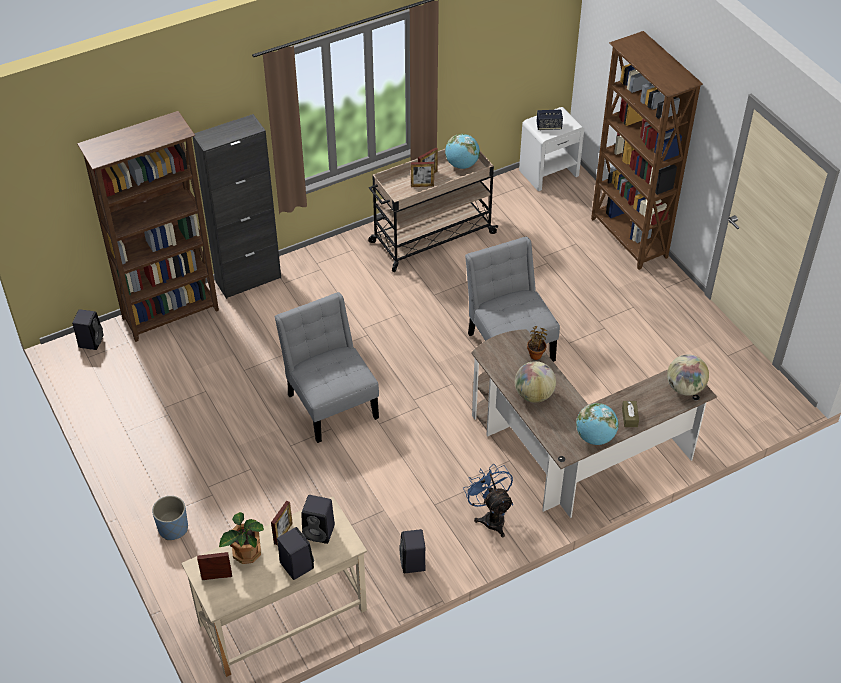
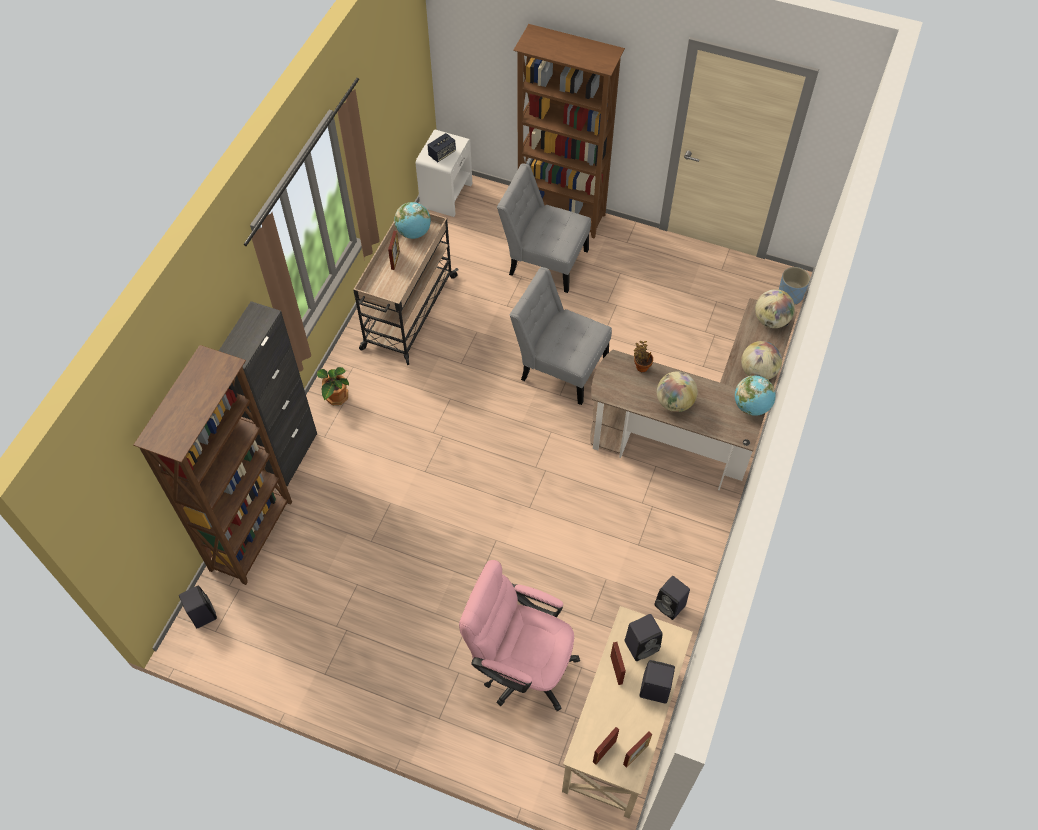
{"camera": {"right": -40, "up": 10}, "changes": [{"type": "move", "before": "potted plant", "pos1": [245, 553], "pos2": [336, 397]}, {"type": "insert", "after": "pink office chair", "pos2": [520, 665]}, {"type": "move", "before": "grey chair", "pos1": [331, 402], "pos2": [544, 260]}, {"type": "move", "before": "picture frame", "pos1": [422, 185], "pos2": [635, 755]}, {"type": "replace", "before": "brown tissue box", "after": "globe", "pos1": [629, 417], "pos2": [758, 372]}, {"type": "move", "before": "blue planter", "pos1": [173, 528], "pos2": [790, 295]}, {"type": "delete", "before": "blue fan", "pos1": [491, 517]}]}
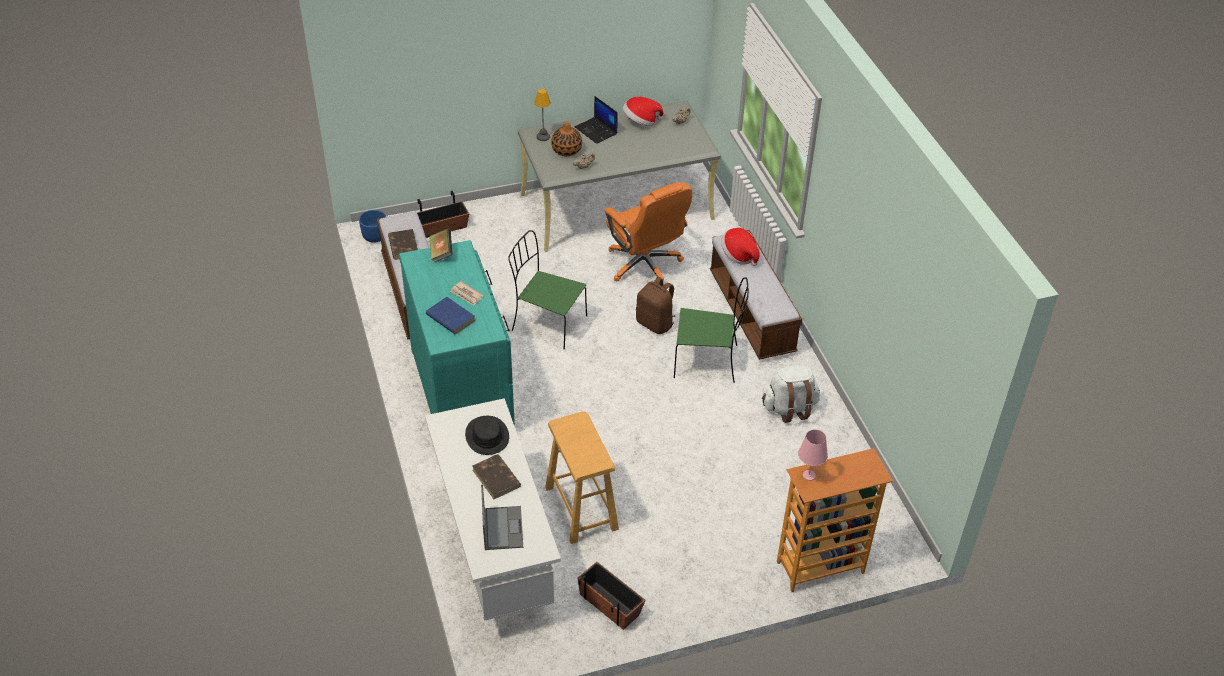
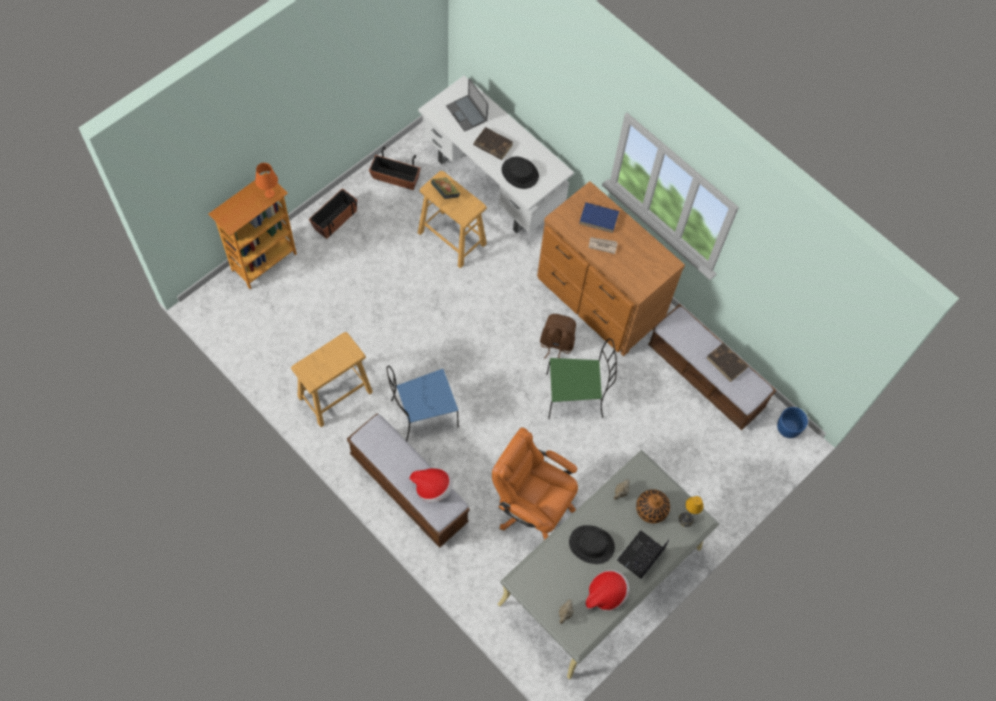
{"camera": {"right": 150, "up": 20}, "changes": [{"type": "recolor", "before": "pink table lamp", "after": "orange table lamp", "pos1": [809, 475], "pos2": [269, 193]}, {"type": "replace", "before": "white backpack", "after": "beige stool", "pos1": [789, 408], "pos2": [335, 394]}, {"type": "move", "before": "planter", "pos1": [442, 228], "pos2": [335, 219]}, {"type": "recolor", "before": "green chair", "after": "blue chair", "pos1": [708, 361], "pos2": [422, 414]}, {"type": "move", "before": "book", "pos1": [441, 253], "pos2": [445, 193]}, {"type": "recolor", "before": "turquoise dresser", "after": "brown dresser", "pos1": [463, 390], "pos2": [598, 299]}, {"type": "move", "before": "brown backpack", "pos1": [655, 323], "pos2": [556, 344]}, {"type": "insert", "after": "black hat", "pos2": [591, 545]}, {"type": "rotate", "before": "laptop", "pos1": [596, 131], "pos2": [640, 555], "turn": -75}]}
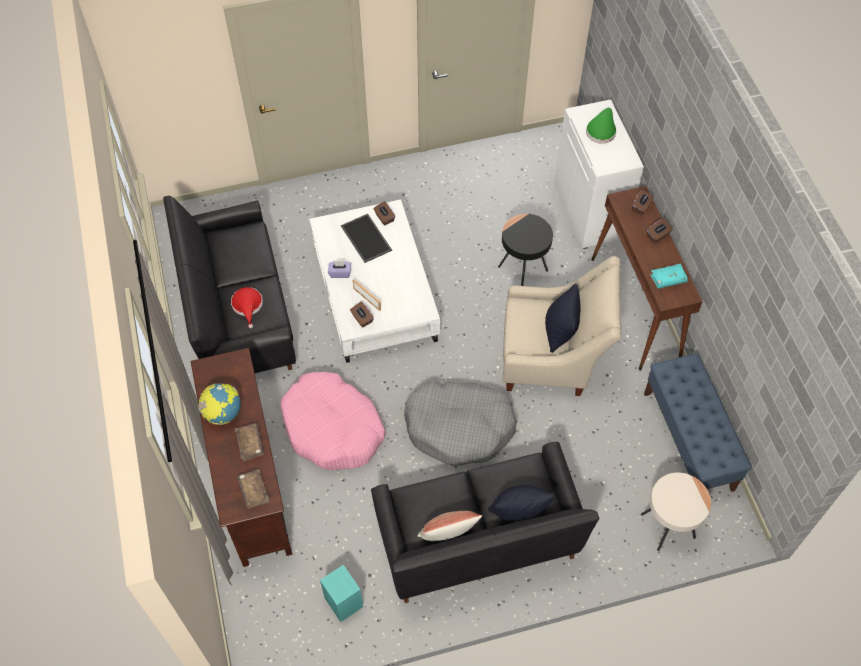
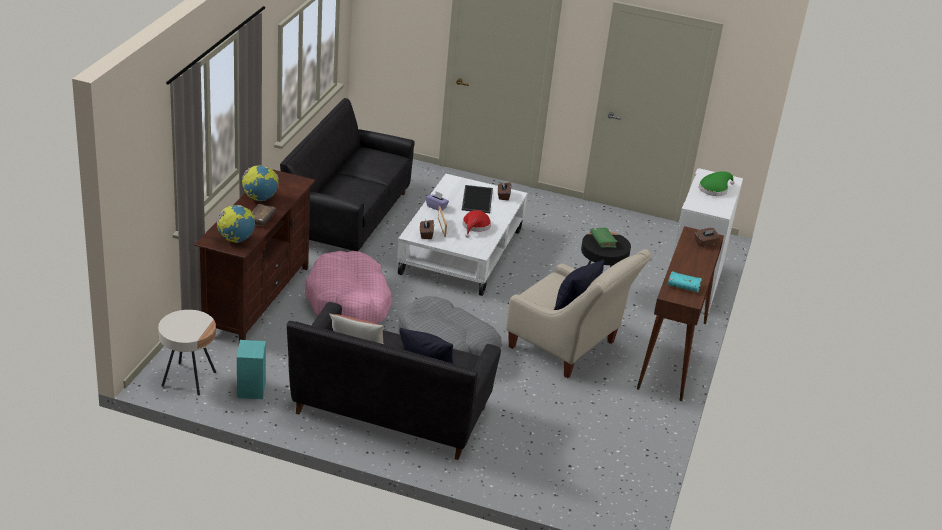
{"camera": {"right": 30, "up": -25}, "changes": [{"type": "move", "before": "beige side table", "pos1": [668, 526], "pos2": [189, 379]}, {"type": "replace", "before": "brown book", "after": "globe", "pos1": [253, 491], "pos2": [236, 240]}, {"type": "move", "before": "red hat", "pos1": [248, 306], "pos2": [475, 226]}, {"type": "insert", "after": "green book", "pos2": [603, 241]}, {"type": "delete", "before": "blue bench", "pos1": [688, 441]}, {"type": "delete", "before": "brown tissue box", "pos1": [657, 236]}]}
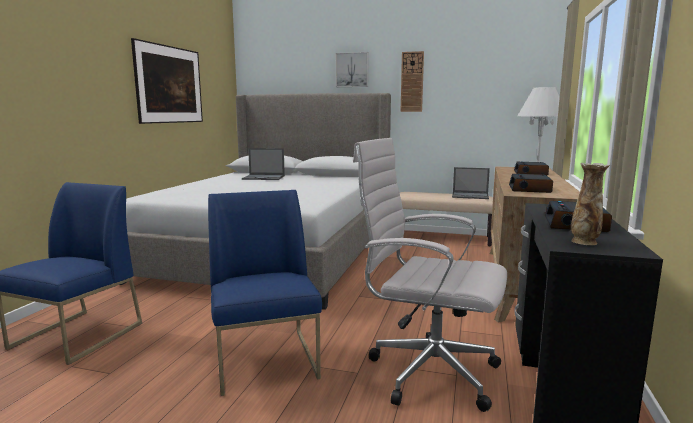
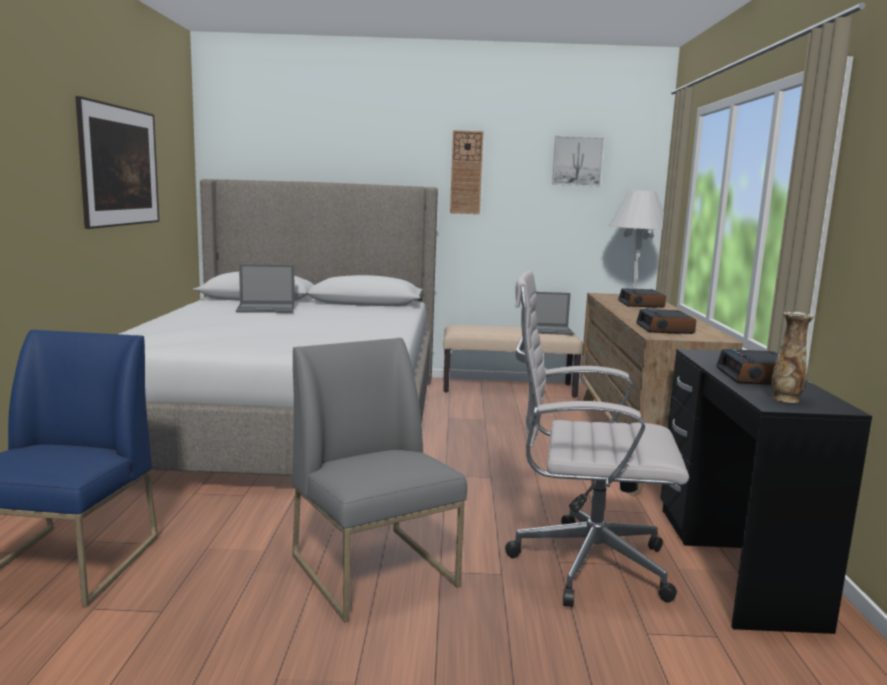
{"camera": {"right": -15, "up": 0}, "changes": [{"type": "recolor", "before": "blue chair", "after": "grey chair", "pos1": [266, 360], "pos2": [375, 571]}, {"type": "move", "before": "picture", "pos1": [352, 70], "pos2": [577, 161]}]}
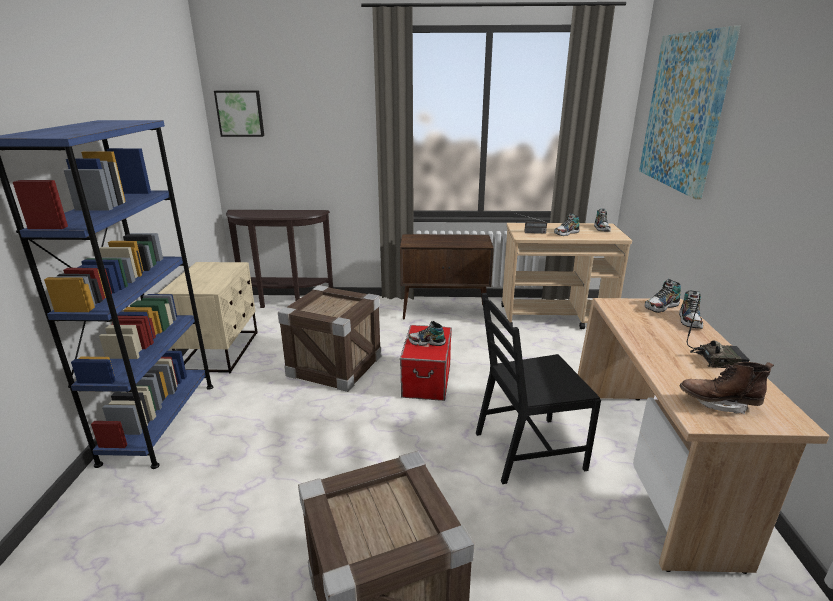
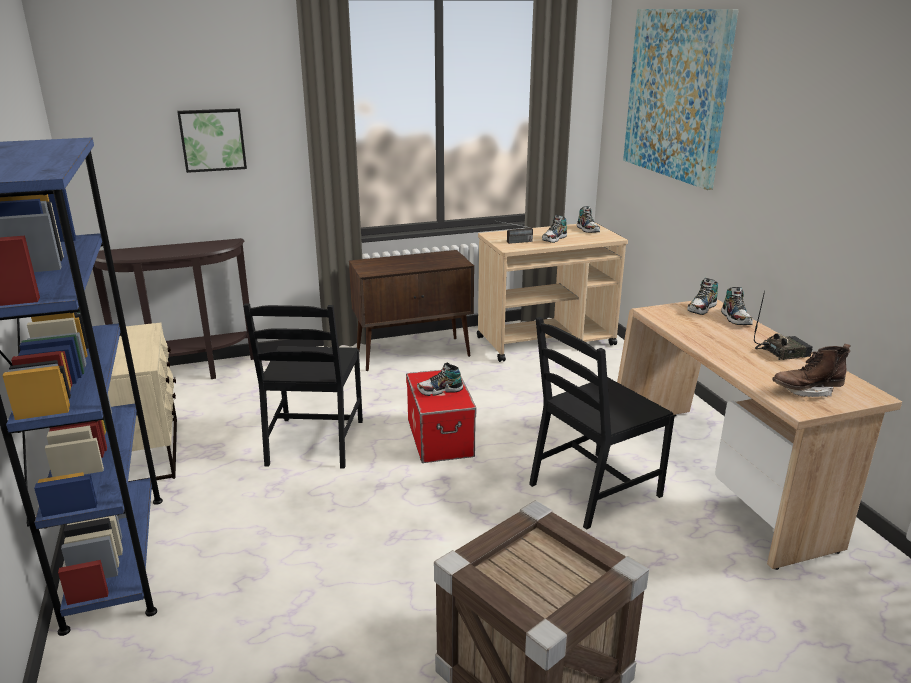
{"camera": {"right": -20, "up": 0}, "changes": [{"type": "move", "before": "picture", "pos1": [240, 113], "pos2": [212, 140]}, {"type": "replace", "before": "crate", "after": "black chair", "pos1": [335, 366], "pos2": [315, 443]}]}
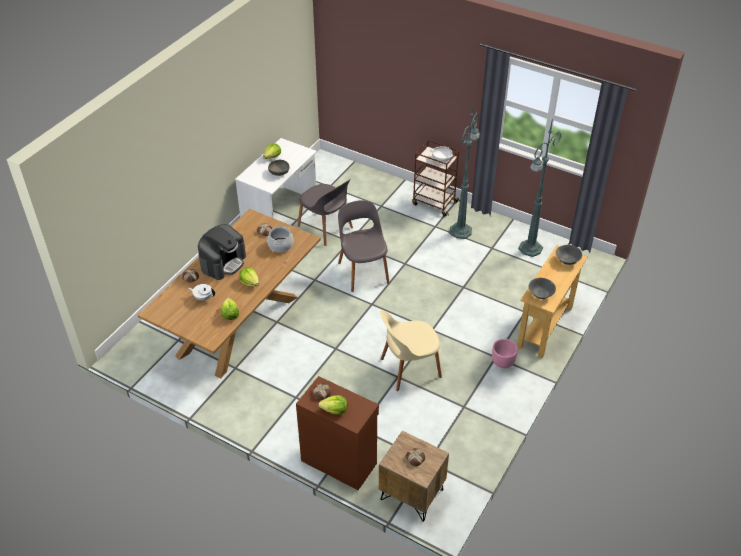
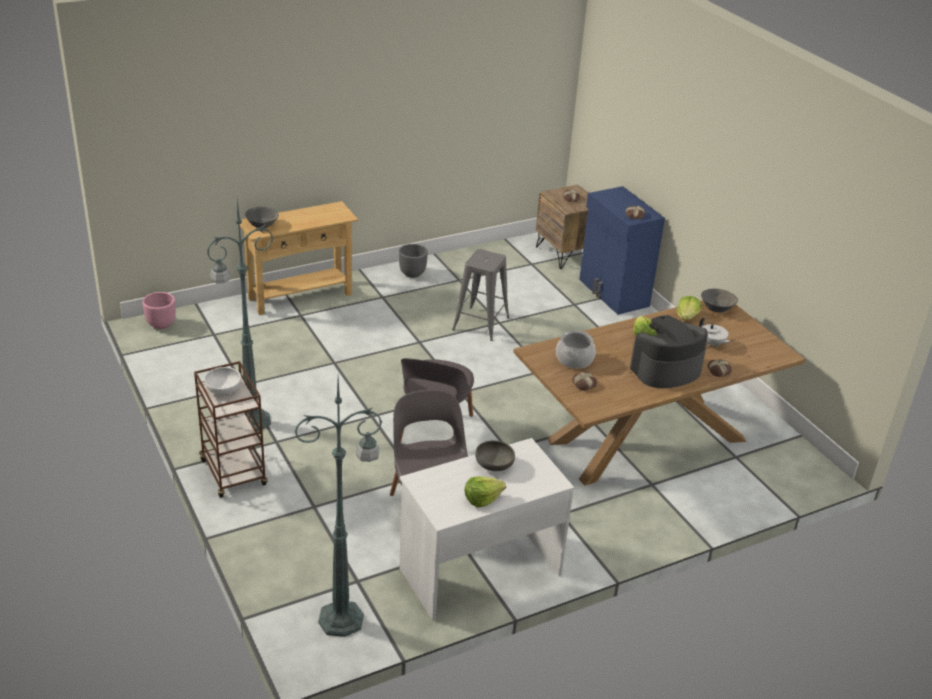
{"camera": {"right": -150, "up": -10}, "changes": [{"type": "move", "before": "pink planter", "pos1": [503, 363], "pos2": [161, 324]}, {"type": "move", "before": "green floor lamp", "pos1": [529, 249], "pos2": [343, 619]}, {"type": "insert", "after": "grey planter", "pos2": [412, 273]}, {"type": "replace", "before": "beige chair", "after": "grey stool", "pos1": [408, 368], "pos2": [481, 323]}, {"type": "recolor", "before": "brown cabinet", "after": "blue cabinet", "pos1": [339, 461], "pos2": [613, 293]}, {"type": "move", "before": "grey bowl", "pos1": [540, 294], "pos2": [717, 308]}, {"type": "delete", "before": "lettuce", "pos1": [334, 410]}]}
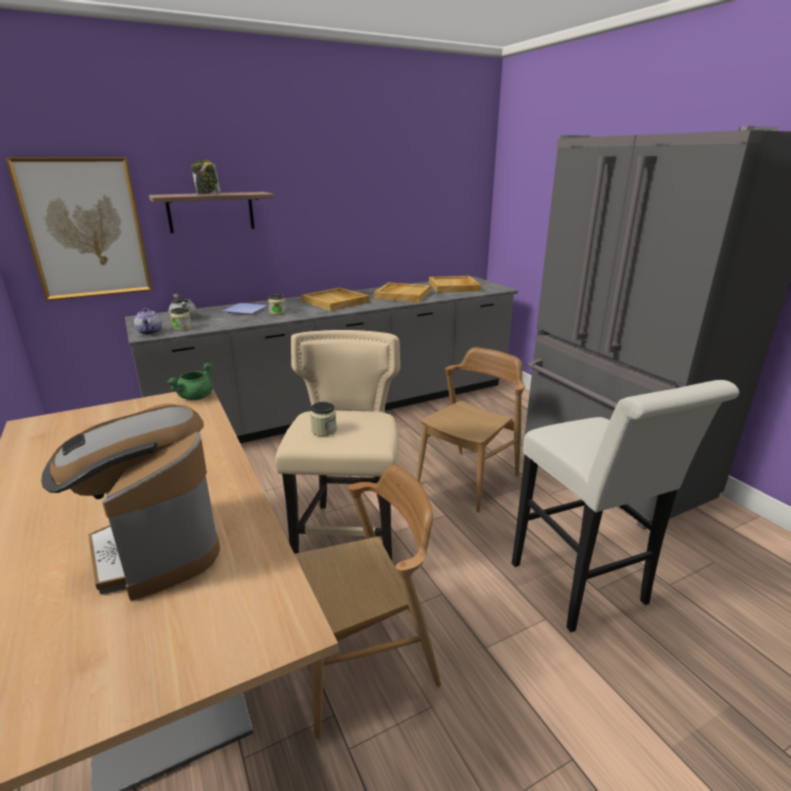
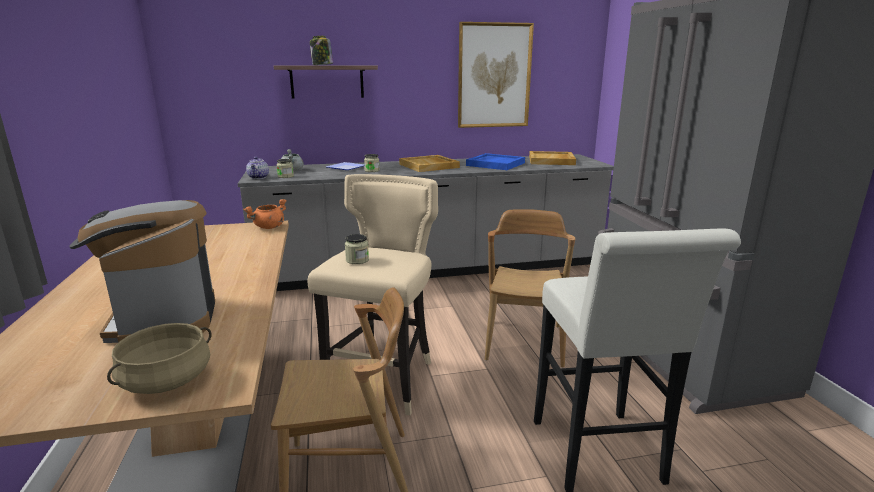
{"camera": {"right": 15, "up": -5}, "changes": [{"type": "insert", "after": "beige cooking pot", "pos2": [167, 381]}, {"type": "recolor", "before": "green cooking pot", "after": "orange cooking pot", "pos1": [195, 397], "pos2": [269, 227]}, {"type": "move", "before": "picture", "pos1": [85, 229], "pos2": [494, 76]}, {"type": "recolor", "before": "beige tray", "after": "blue tray", "pos1": [402, 295], "pos2": [495, 164]}, {"type": "rotate", "before": "brown chair", "pos1": [468, 479], "pos2": [524, 342], "turn": -45}]}
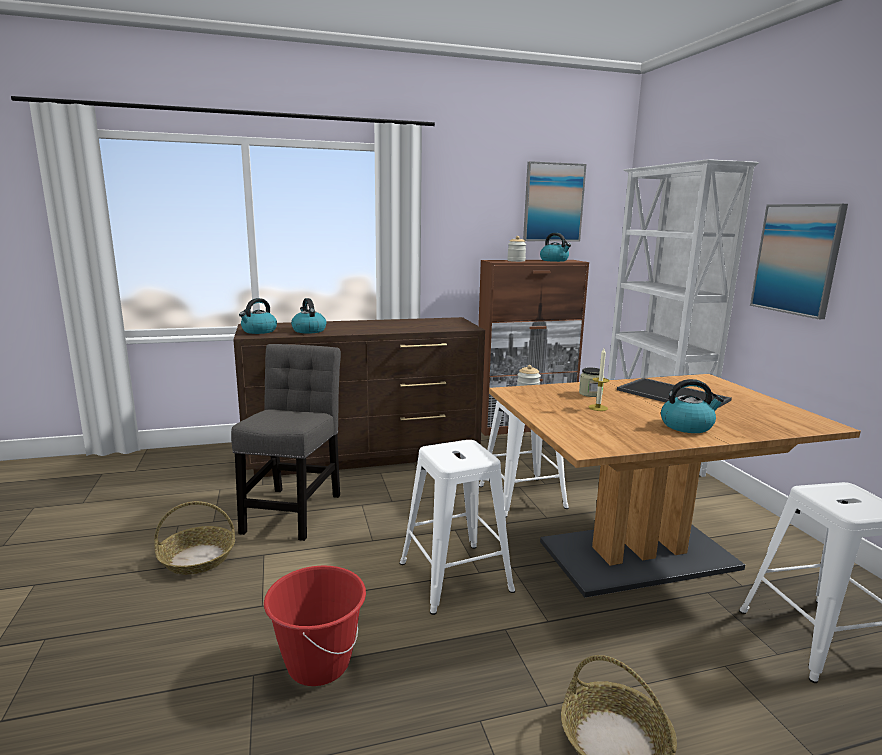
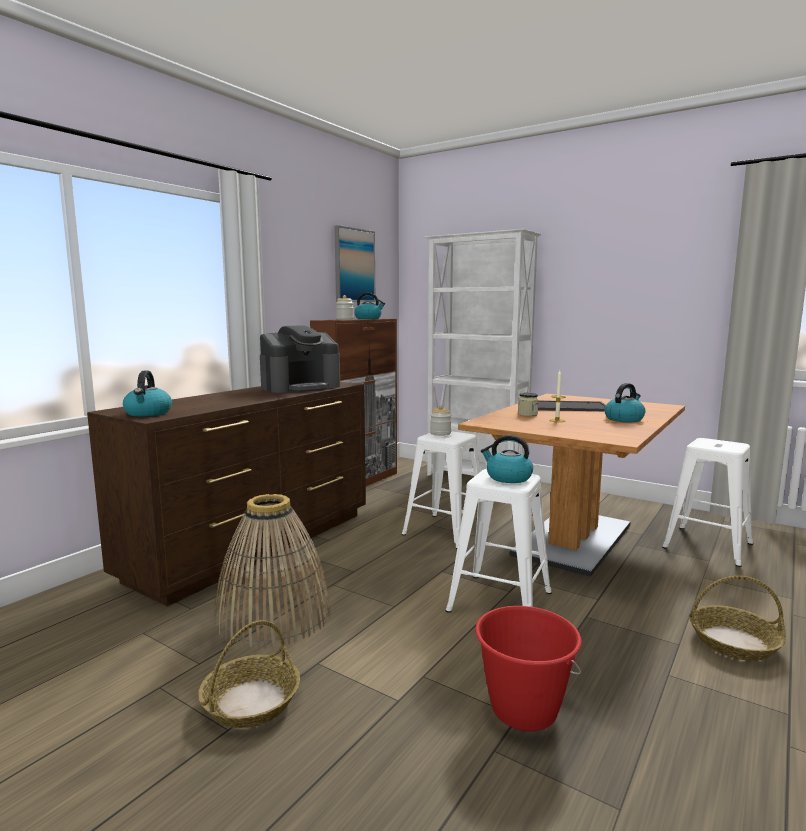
{"camera": {"right": -40, "up": -5}, "changes": [{"type": "replace", "before": "grey chair", "after": "basket", "pos1": [294, 510], "pos2": [273, 615]}, {"type": "insert", "after": "coffee machine", "pos2": [301, 387]}, {"type": "move", "before": "kettle", "pos1": [308, 330], "pos2": [508, 477]}, {"type": "delete", "before": "picture", "pos1": [797, 259]}]}
